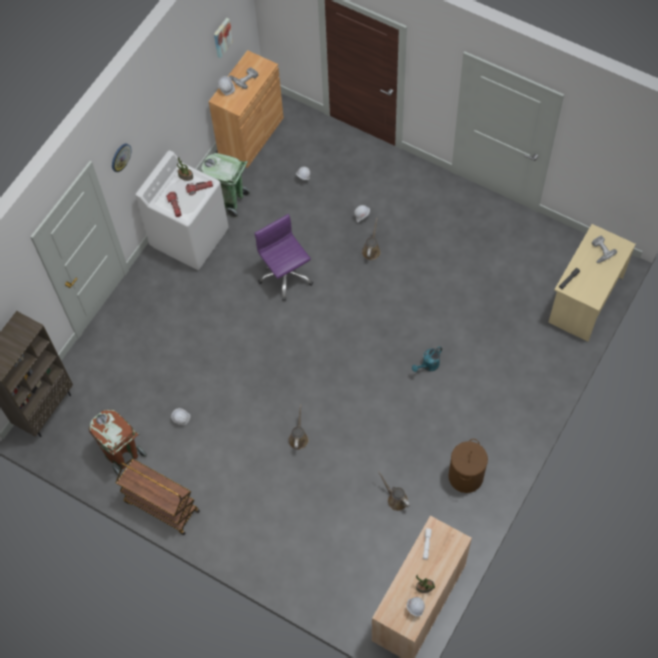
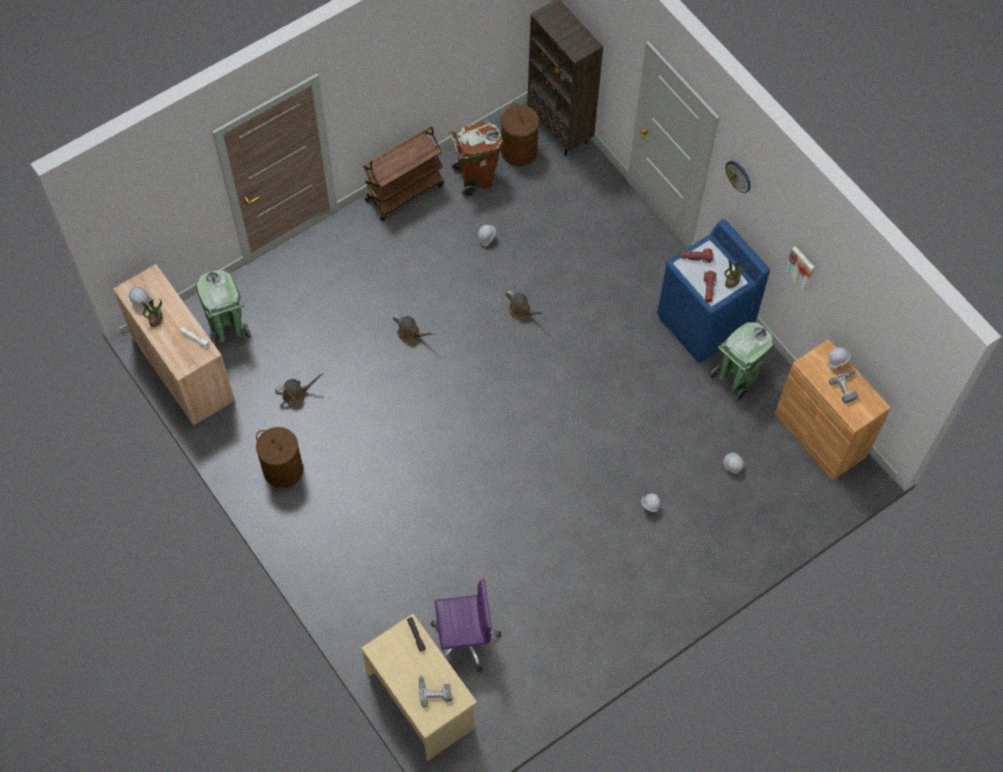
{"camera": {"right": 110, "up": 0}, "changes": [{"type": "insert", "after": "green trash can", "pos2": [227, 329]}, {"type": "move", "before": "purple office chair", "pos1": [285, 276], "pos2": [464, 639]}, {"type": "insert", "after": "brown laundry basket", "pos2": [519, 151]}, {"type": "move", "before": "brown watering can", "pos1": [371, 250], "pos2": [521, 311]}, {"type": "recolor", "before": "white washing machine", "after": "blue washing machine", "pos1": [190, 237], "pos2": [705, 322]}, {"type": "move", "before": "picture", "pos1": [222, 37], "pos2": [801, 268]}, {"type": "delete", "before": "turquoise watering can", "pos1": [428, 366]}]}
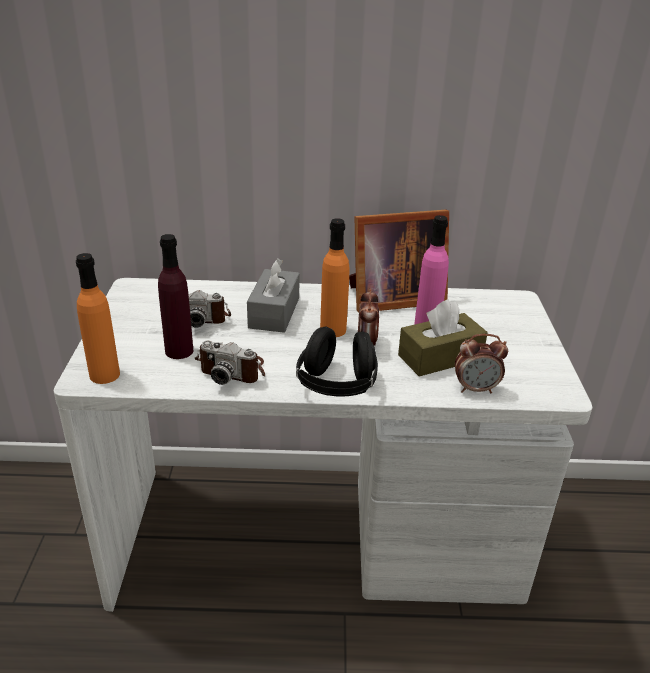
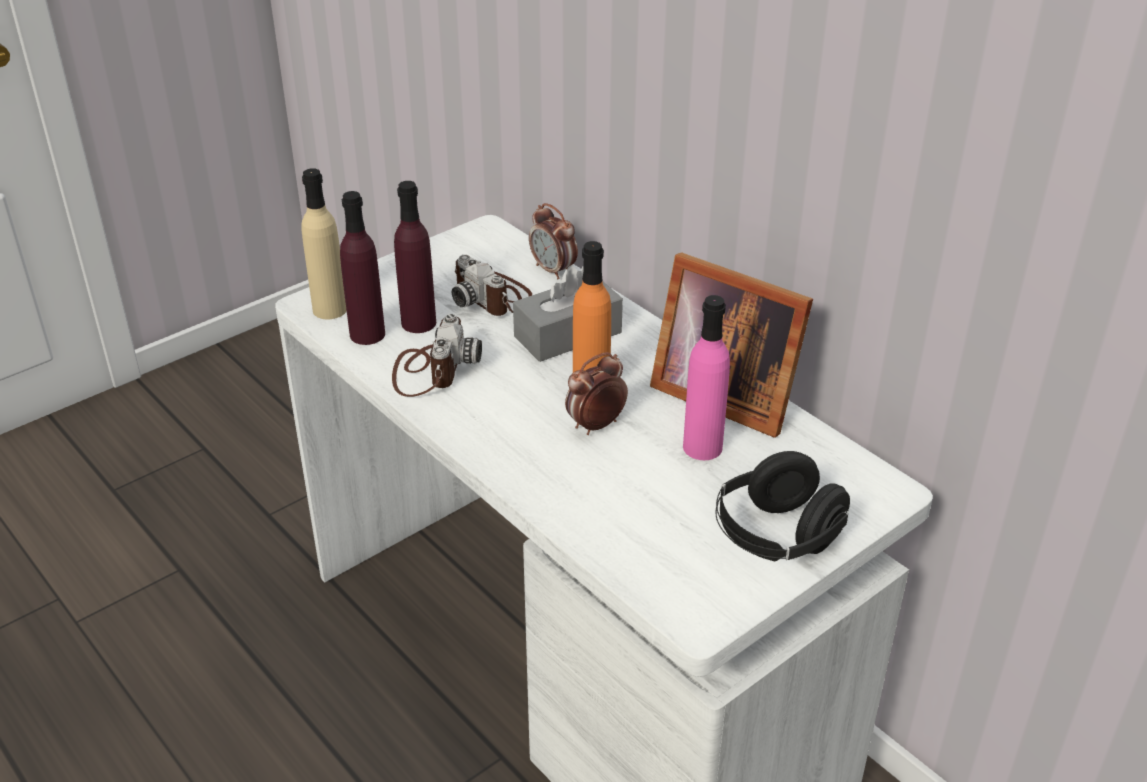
{"camera": {"right": 50, "up": 5}, "changes": [{"type": "recolor", "before": "orange bottle", "after": "beige bottle", "pos1": [104, 375], "pos2": [330, 309]}, {"type": "insert", "after": "purple bottle", "pos2": [367, 334]}, {"type": "rotate", "before": "photo camera", "pos1": [233, 369], "pos2": [431, 369], "turn": -150}, {"type": "move", "before": "alarm clock", "pos1": [476, 389], "pos2": [553, 270]}, {"type": "move", "before": "black headphones", "pos1": [337, 385], "pos2": [776, 537]}, {"type": "delete", "before": "brown tissue box", "pos1": [440, 357]}]}
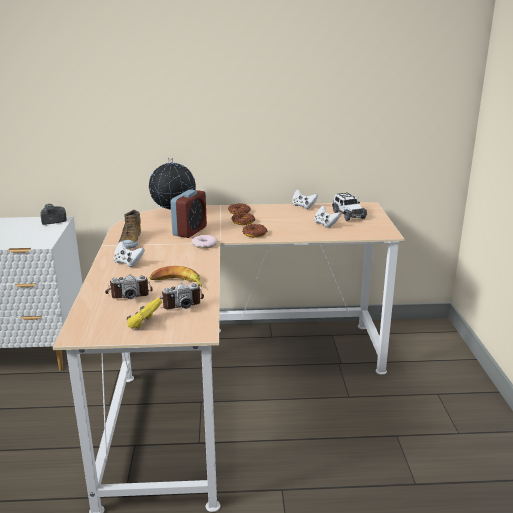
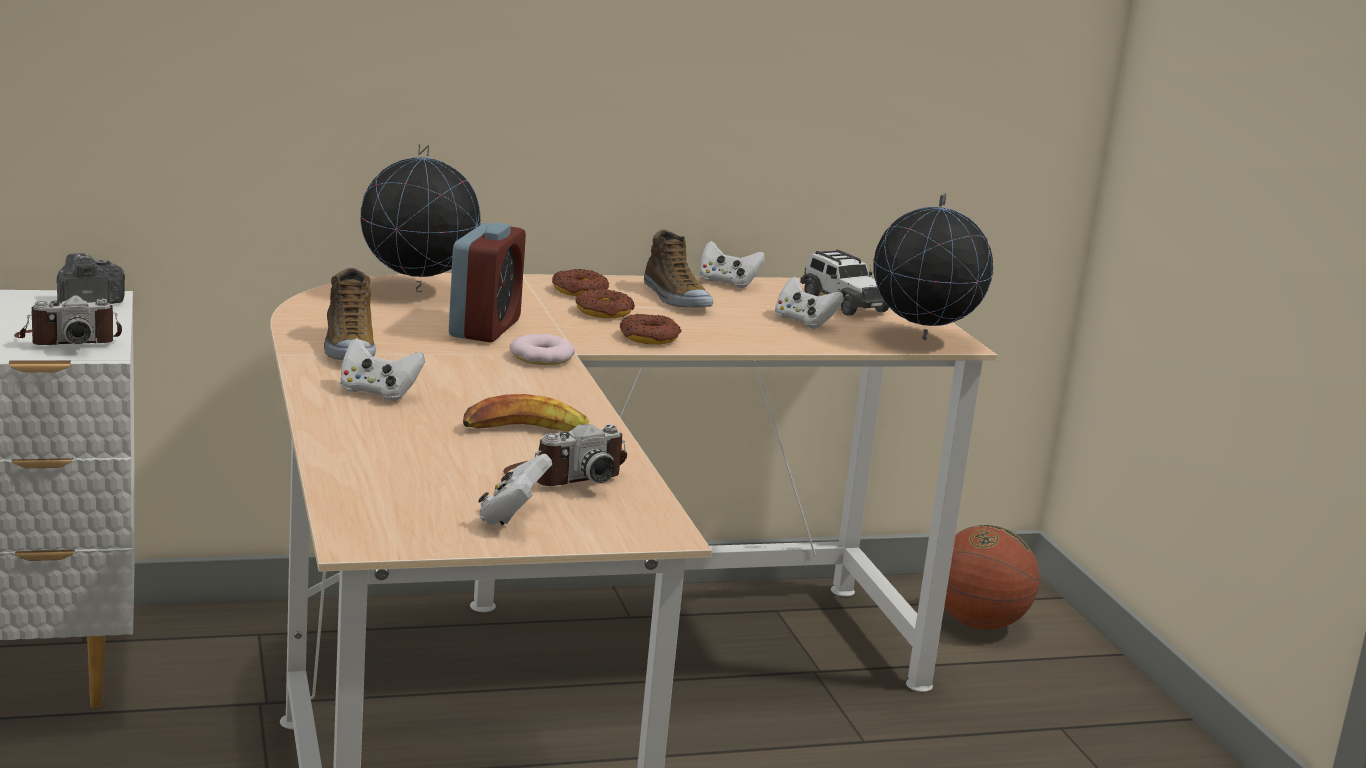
{"camera": {"right": -15, "up": -5}, "changes": [{"type": "move", "before": "photo camera", "pos1": [129, 293], "pos2": [68, 340]}, {"type": "recolor", "before": "yellow game controller", "after": "white game controller", "pos1": [144, 324], "pos2": [512, 516]}, {"type": "insert", "after": "shoe", "pos2": [675, 298]}, {"type": "insert", "after": "globe", "pos2": [922, 339]}, {"type": "insert", "after": "basketball", "pos2": [978, 623]}]}
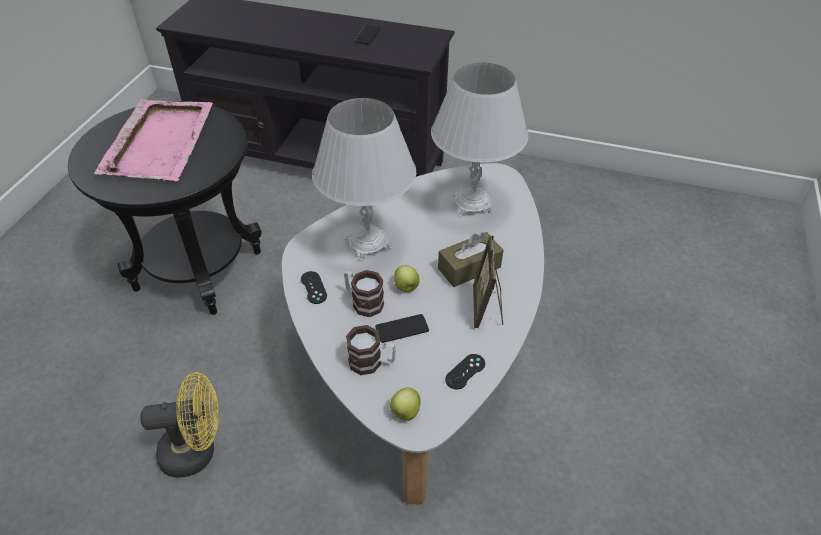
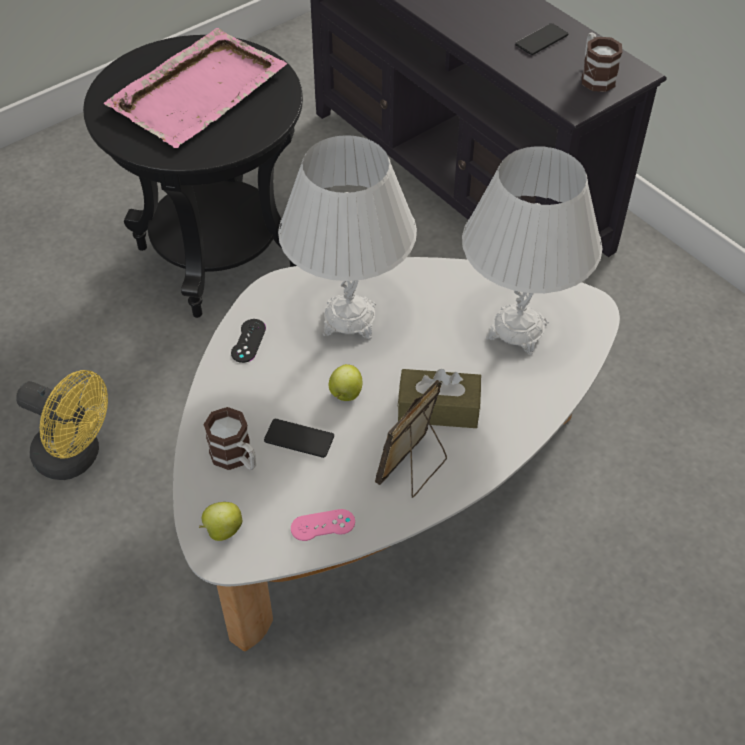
{"camera": {"right": 35, "up": 5}, "changes": [{"type": "recolor", "before": "black game controller", "after": "pink game controller", "pos1": [465, 371], "pos2": [323, 525]}, {"type": "move", "before": "mug", "pos1": [363, 301], "pos2": [595, 76]}]}
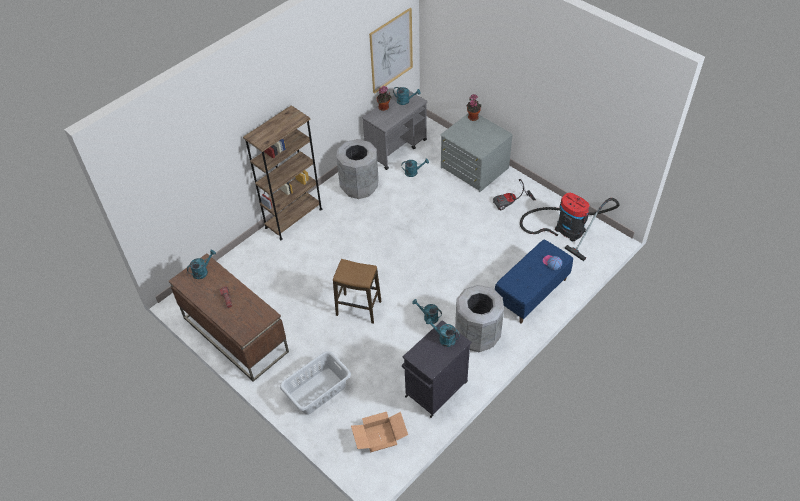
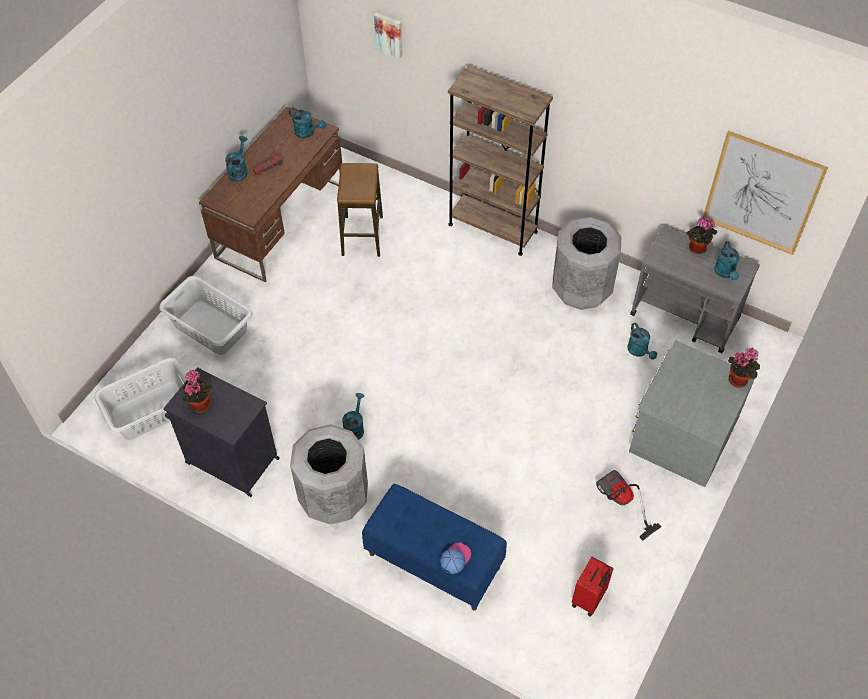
{"camera": {"right": 75, "up": 5}, "changes": [{"type": "replace", "before": "cardboard box", "after": "grey laundry basket", "pos1": [379, 437], "pos2": [150, 410]}, {"type": "insert", "after": "potted plant", "pos2": [200, 403]}, {"type": "move", "before": "turquoise watering can", "pos1": [444, 339], "pos2": [239, 170]}, {"type": "move", "before": "stool", "pos1": [359, 308], "pos2": [362, 236]}, {"type": "insert", "after": "picture", "pos2": [389, 34]}, {"type": "replace", "before": "vacuum cleaner", "after": "red suitcase", "pos1": [566, 229], "pos2": [589, 599]}]}
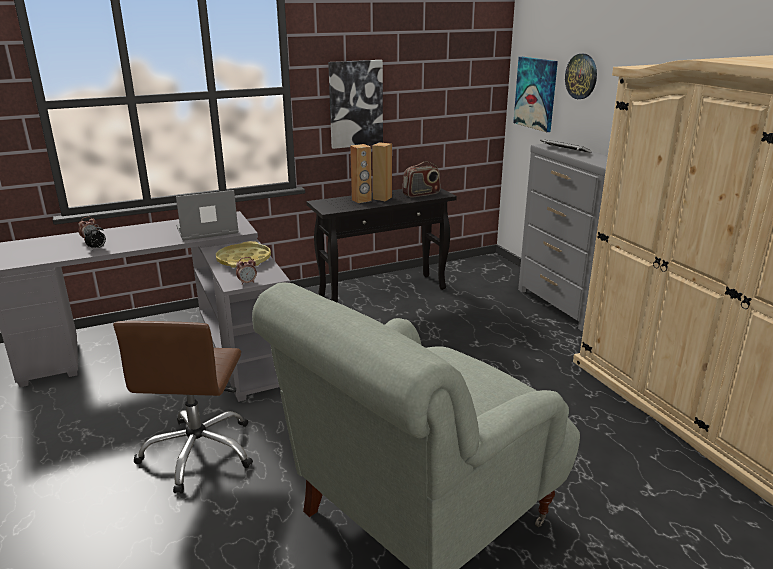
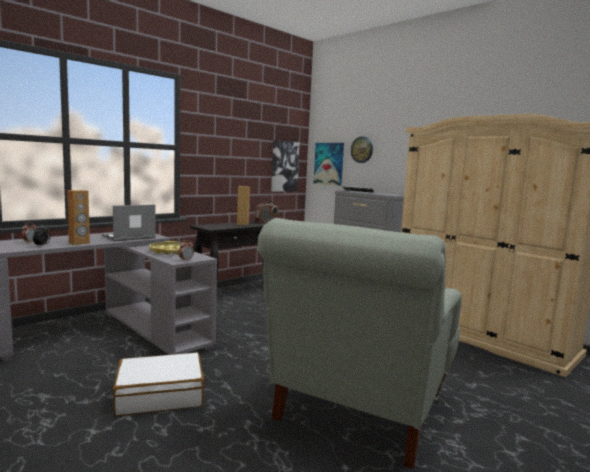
{"camera": {"right": -20, "up": -15}, "changes": [{"type": "move", "before": "brown speaker", "pos1": [361, 200], "pos2": [79, 243]}, {"type": "replace", "before": "brown office chair", "after": "white suitcase", "pos1": [199, 452], "pos2": [160, 395]}, {"type": "move", "before": "picture", "pos1": [355, 104], "pos2": [284, 166]}]}
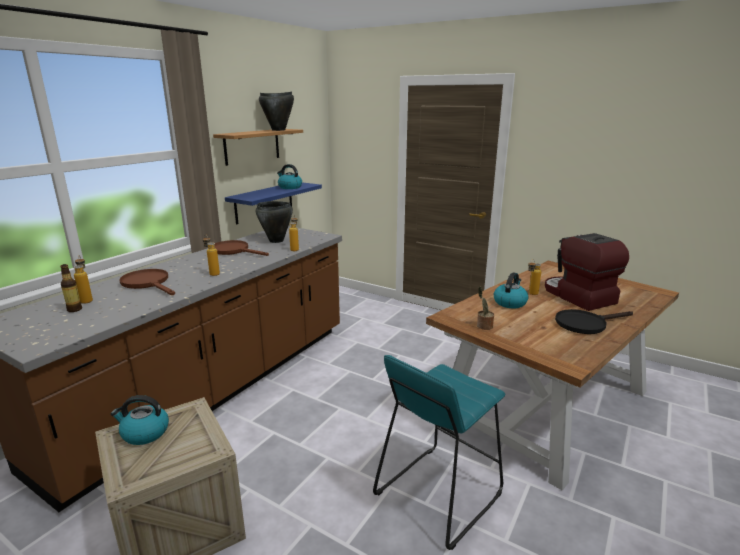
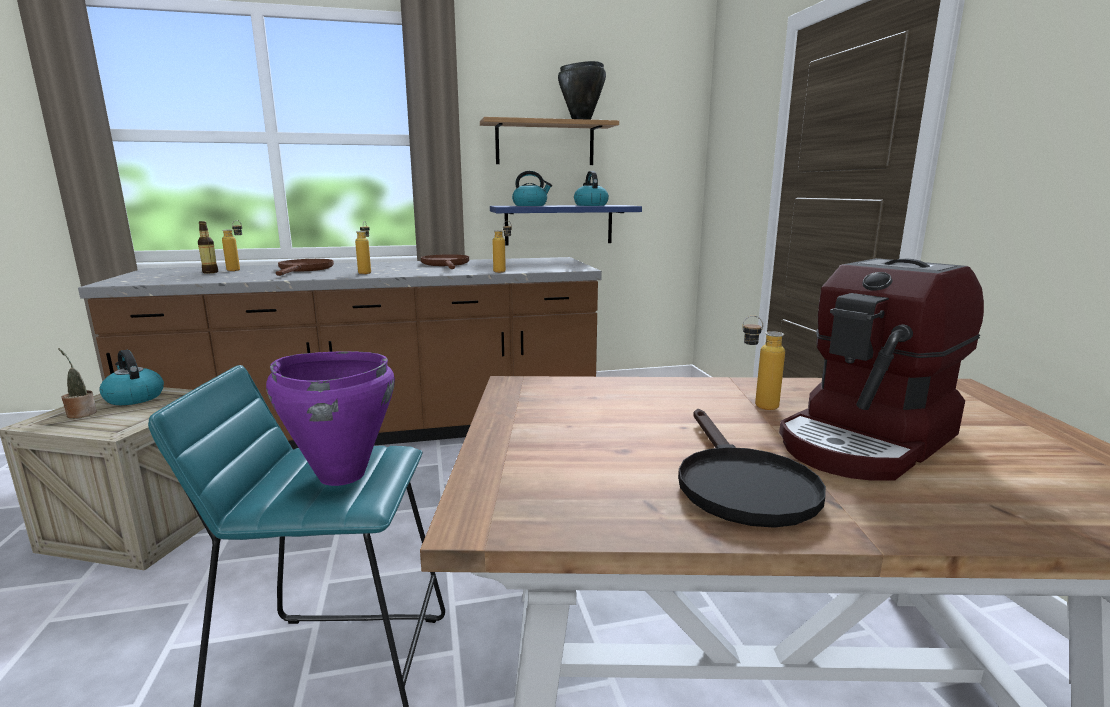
{"camera": {"right": 45, "up": -5}, "changes": [{"type": "move", "before": "potted plant", "pos1": [483, 326], "pos2": [81, 413]}, {"type": "insert", "after": "purple cooking pot", "pos2": [341, 475]}, {"type": "move", "before": "kettle", "pos1": [510, 302], "pos2": [530, 205]}, {"type": "rotate", "before": "black frying pan", "pos1": [585, 324], "pos2": [739, 483], "turn": -120}, {"type": "rotate", "before": "coffee machine", "pos1": [577, 296], "pos2": [868, 441], "turn": -150}, {"type": "delete", "before": "black cooking pot", "pos1": [276, 241]}]}
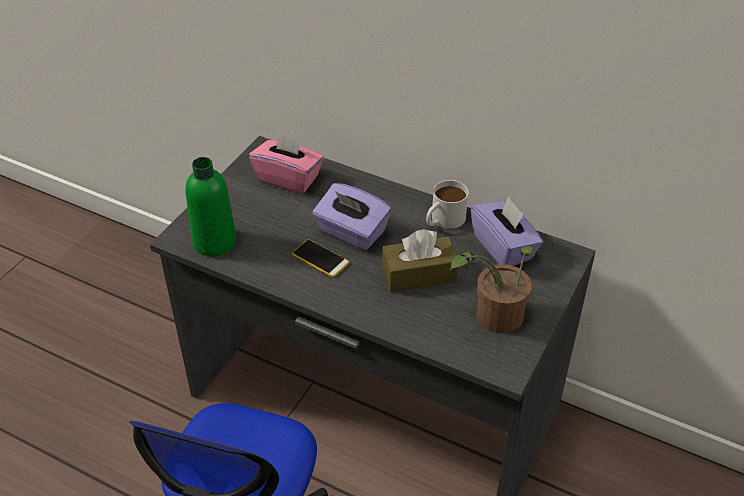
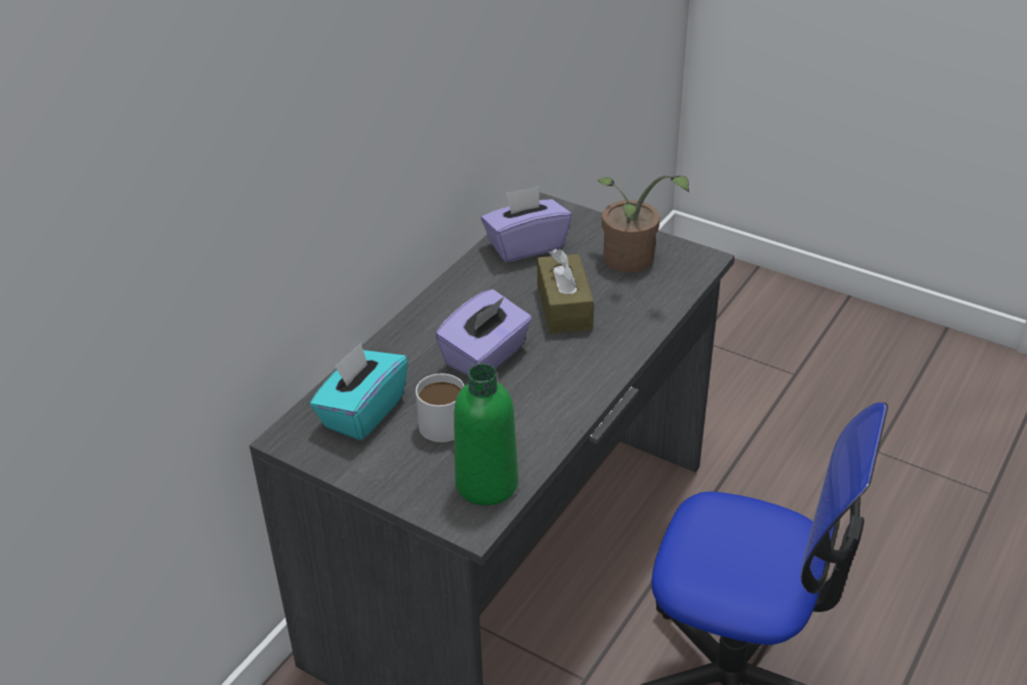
{"camera": {"right": -85, "up": -5}, "changes": [{"type": "recolor", "before": "pink tissue box", "after": "turquoise tissue box", "pos1": [288, 178], "pos2": [362, 412]}, {"type": "move", "before": "white mug", "pos1": [443, 220], "pos2": [448, 431]}, {"type": "delete", "before": "phone", "pos1": [320, 259]}]}
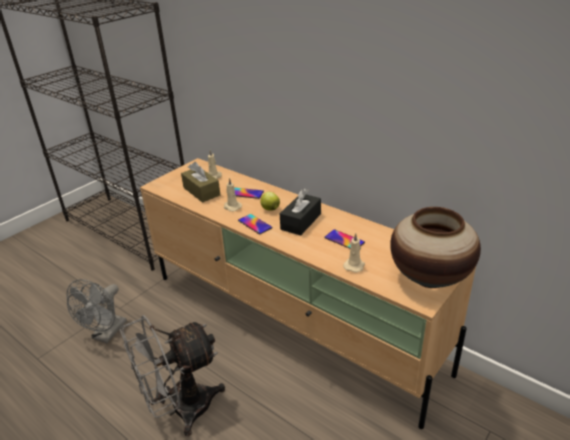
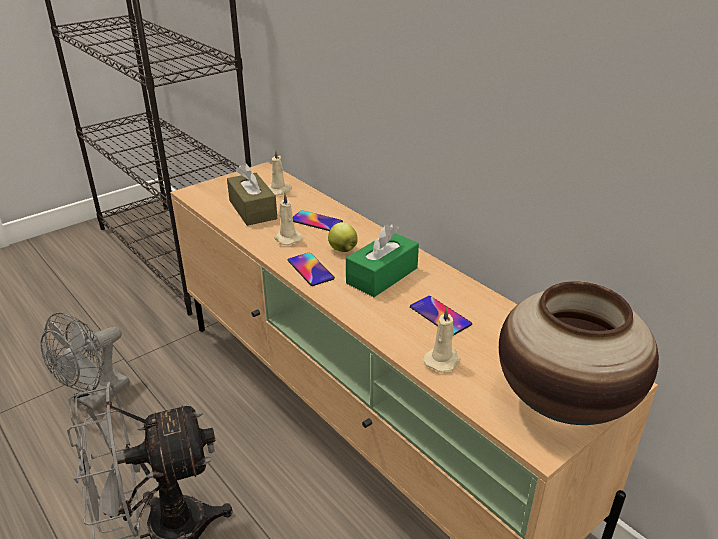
{"camera": {"right": 10, "up": 0}, "changes": [{"type": "recolor", "before": "black tissue box", "after": "green tissue box", "pos1": [301, 221], "pos2": [382, 276]}]}
